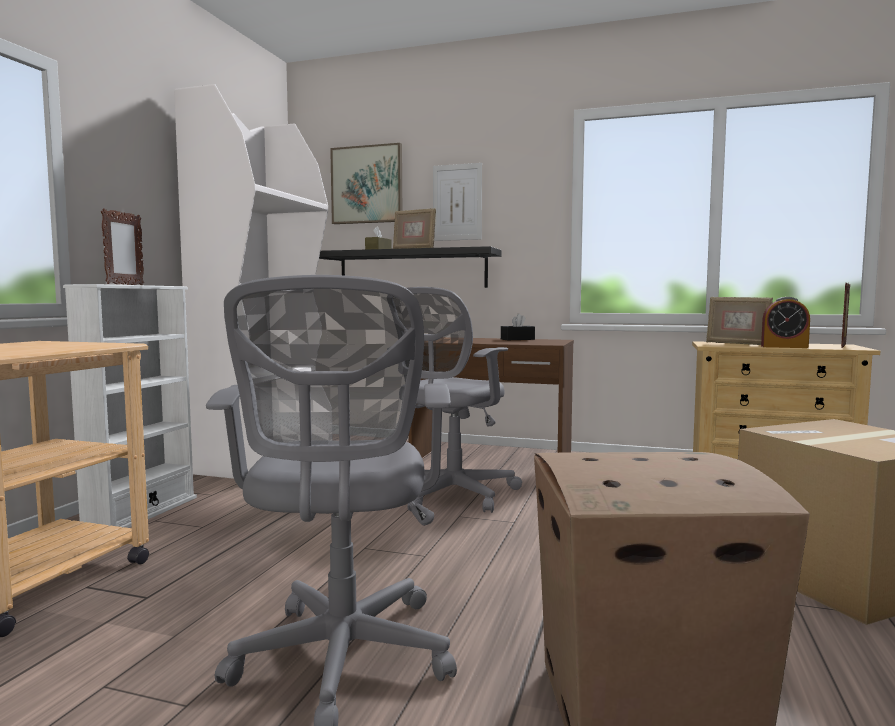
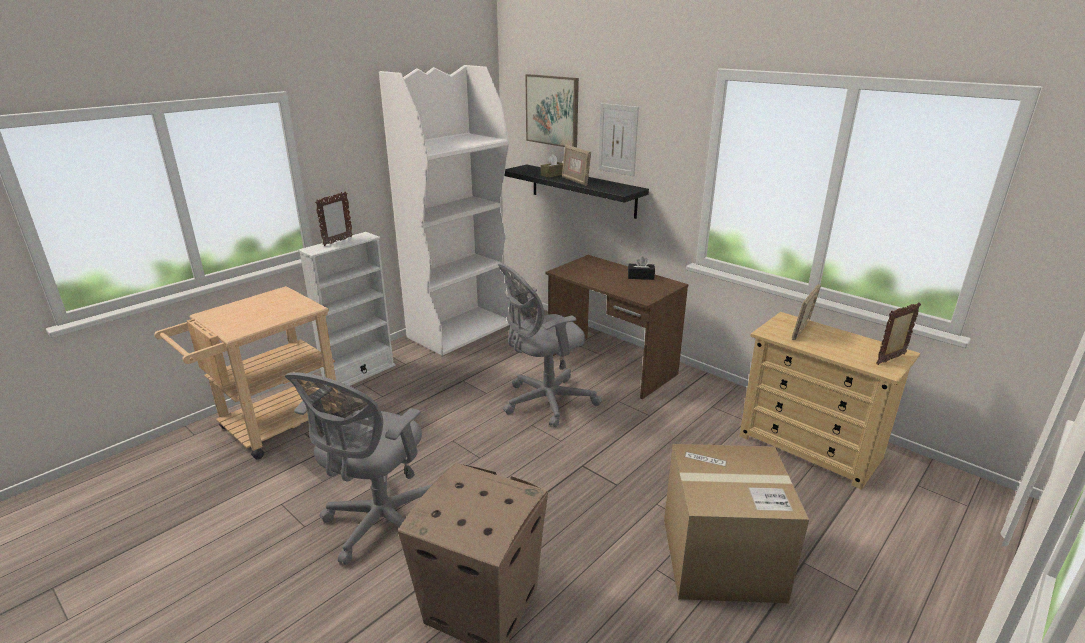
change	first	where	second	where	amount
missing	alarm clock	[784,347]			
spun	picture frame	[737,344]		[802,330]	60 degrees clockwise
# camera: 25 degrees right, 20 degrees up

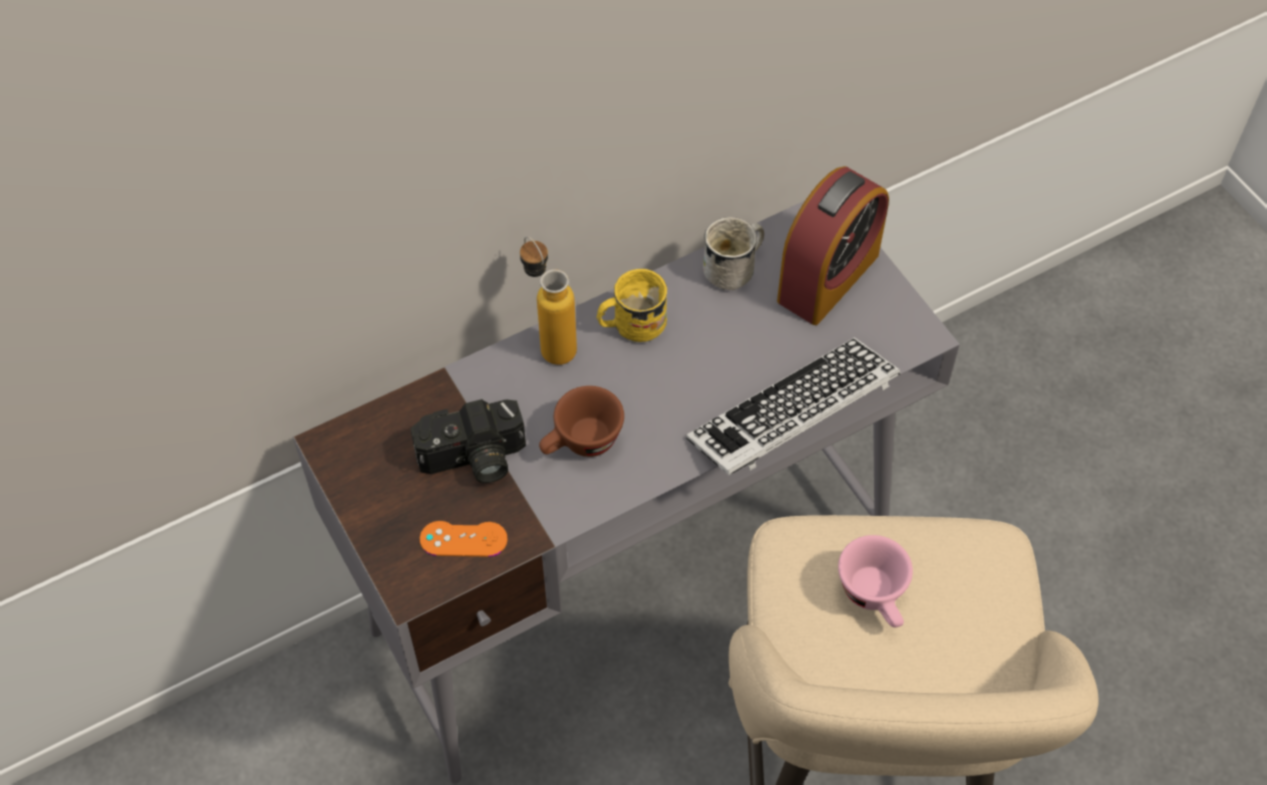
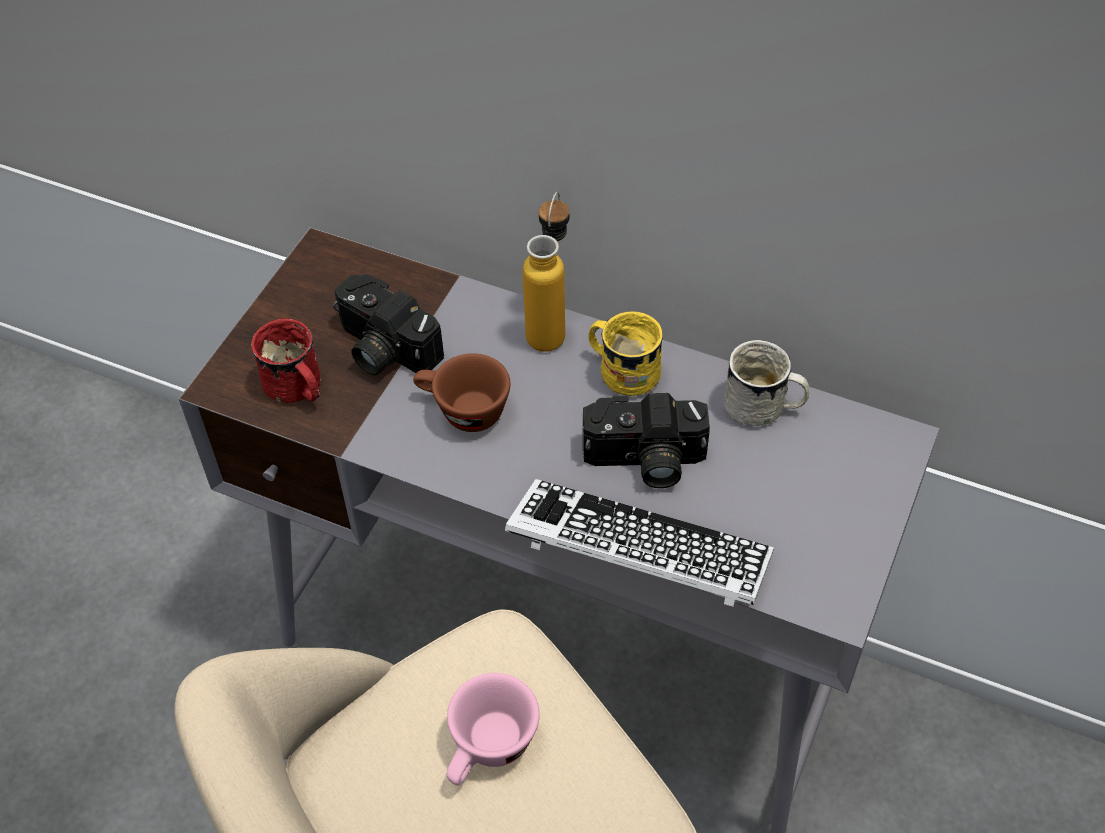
change	first	where	second	where	amount
missing	alarm clock	[828,277]			
appeared			photo camera	[644,461]	
exchanged	game controller in orange	[463,539]	mug in red	[297,390]	
# camera: 55 degrees right, 5 degrees down

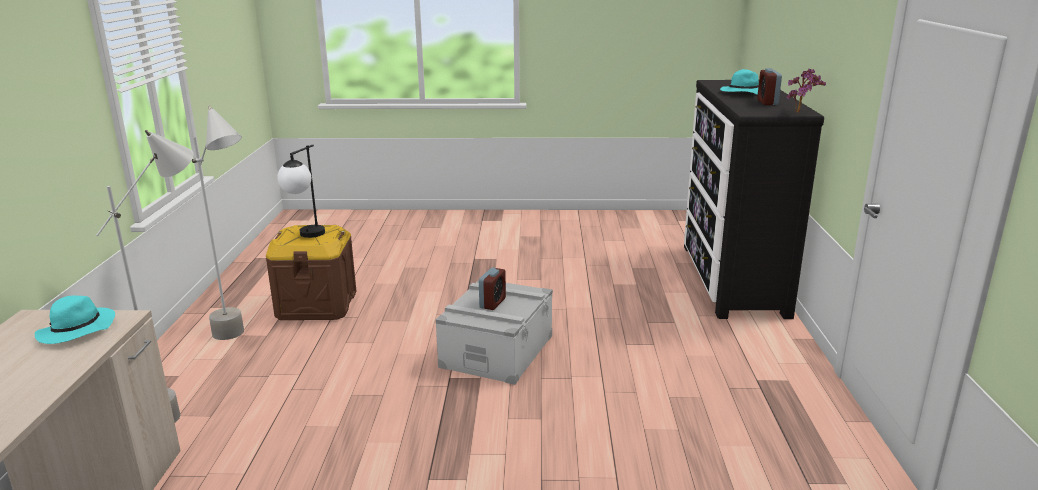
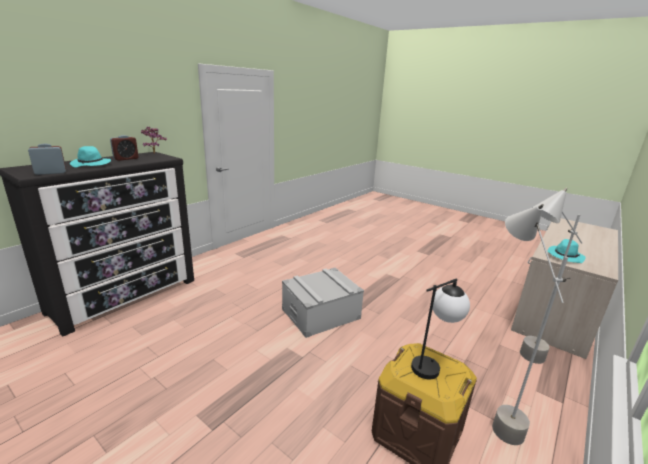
change	first	where	second	where	amount
relocated	alarm clock	[492,303]		[50,172]	
# camera: 145 degrees left, 0 degrees up

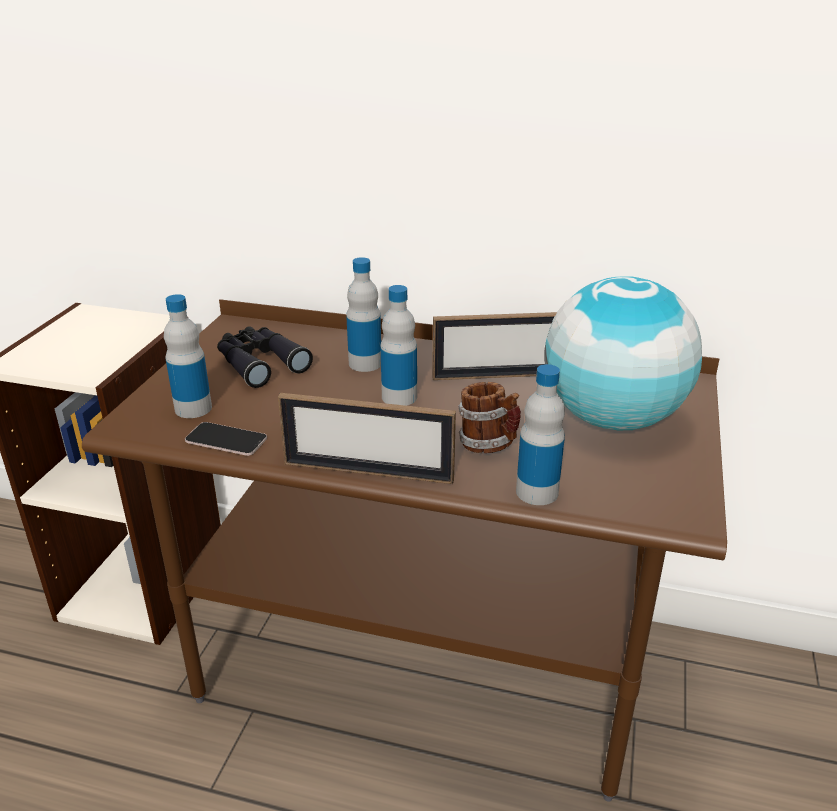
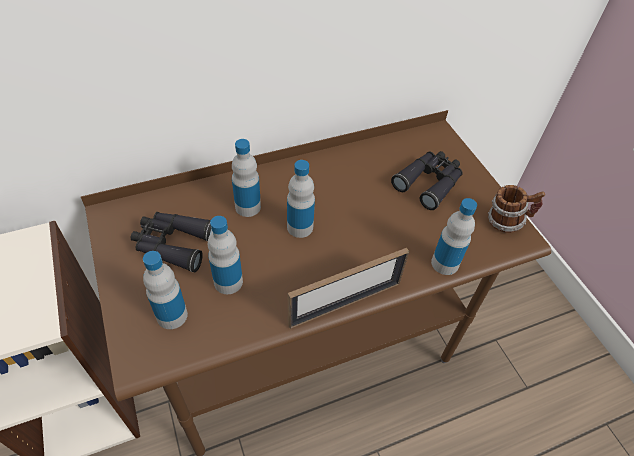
change	first	where	second	where	amount
missing	phone	[226,440]			
missing	picture frame	[504,376]			
appeared			bottle	[228,282]	
relocated	mug	[489,445]		[506,222]	
exchanged	globe	[613,418]	binoculars in black	[429,182]	
# camera: 40 degrees left, 20 degrees up

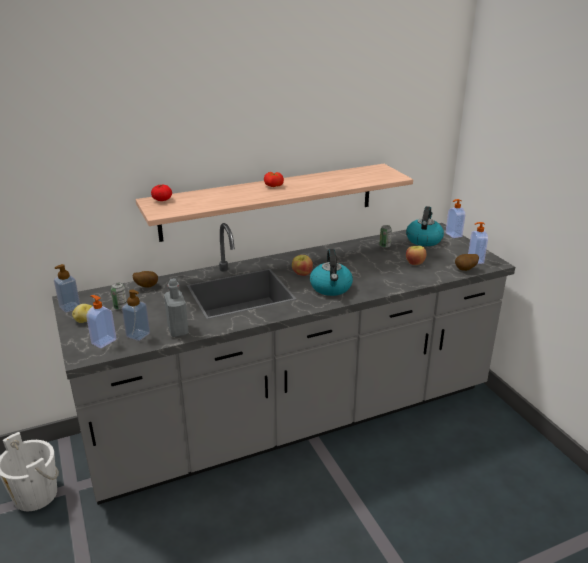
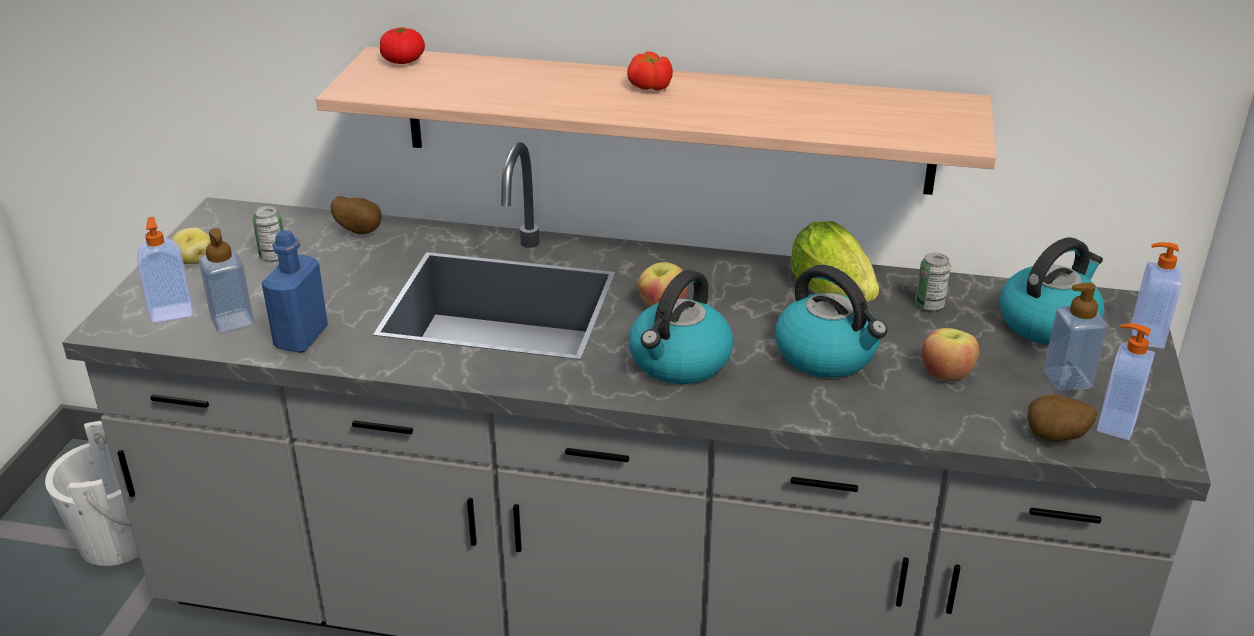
change	first	where	second	where	amount
appeared			kettle	[827,355]	
appeared			lettuce	[832,291]	
relocated	soap dispenser	[70,307]		[1067,379]	
colour	bottle in grey	[178,330]	bottle in blue	[301,338]	
# camera: 35 degrees right, 5 degrees up

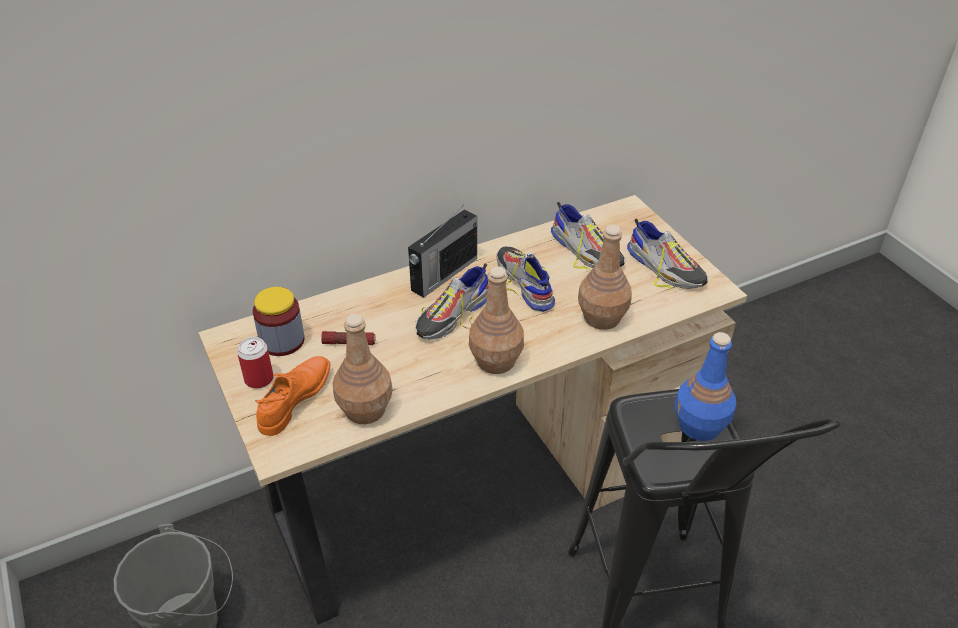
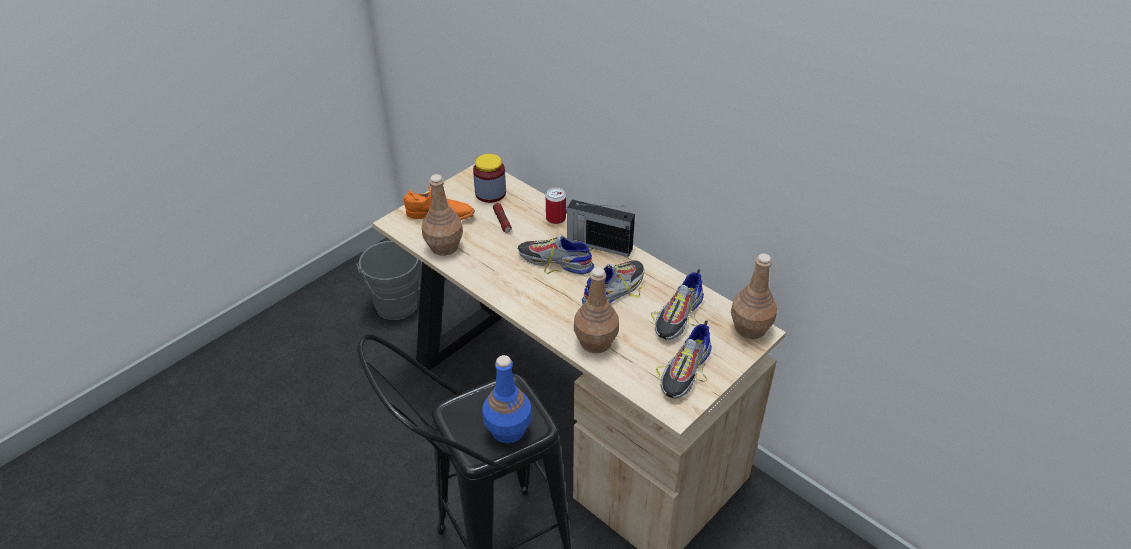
change	first	where	second	where	amount
relocated	can	[259,379]		[555,218]	
relocated	bottle in brown	[496,360]		[751,328]	
# camera: 70 degrees right, 0 degrees up

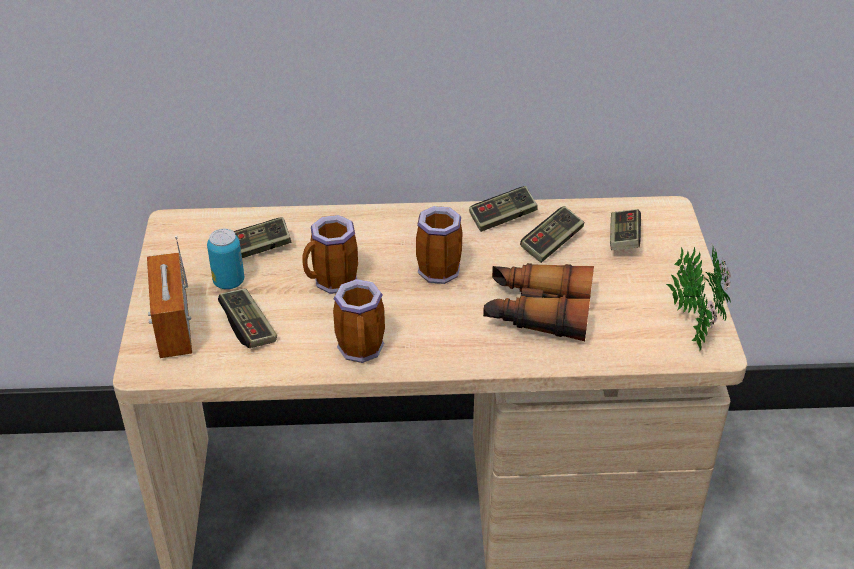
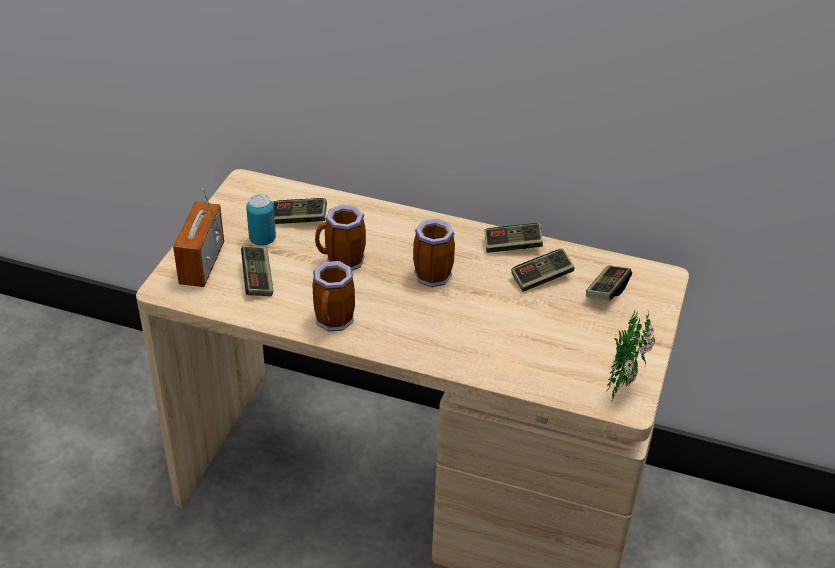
change	first	where	second	where	amount
missing	binoculars	[537,312]			
# camera: 20 degrees right, 0 degrees up

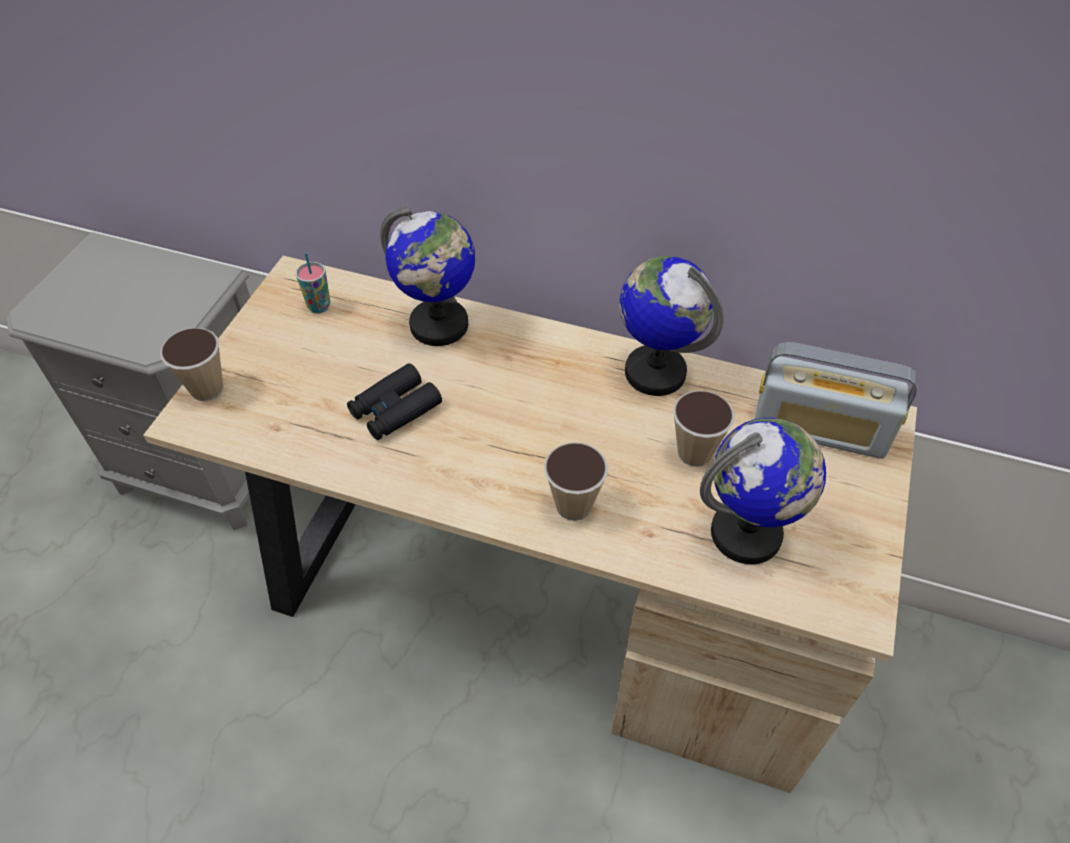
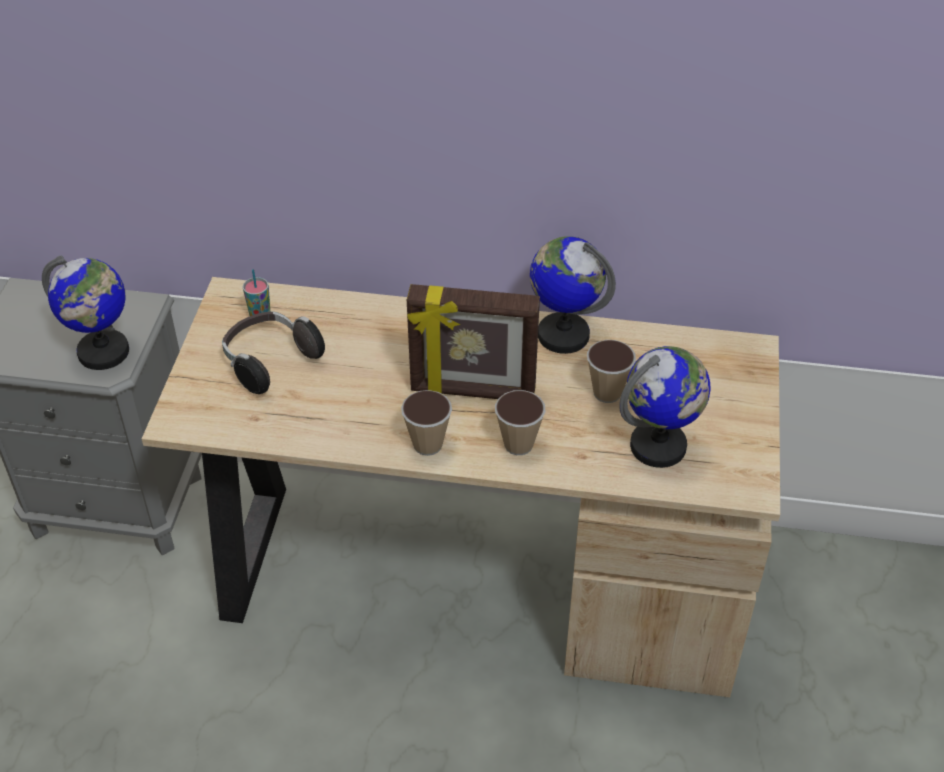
change	first	where	second	where	amount
missing	binoculars in black	[395,409]			
missing	radio	[819,430]			
appeared			headphones	[270,362]	
appeared			picture frame	[472,392]	
relocated	cup	[207,389]		[427,444]	
relocated	globe	[439,325]		[103,352]	
# camera: 10 degrees left, 5 degrees down

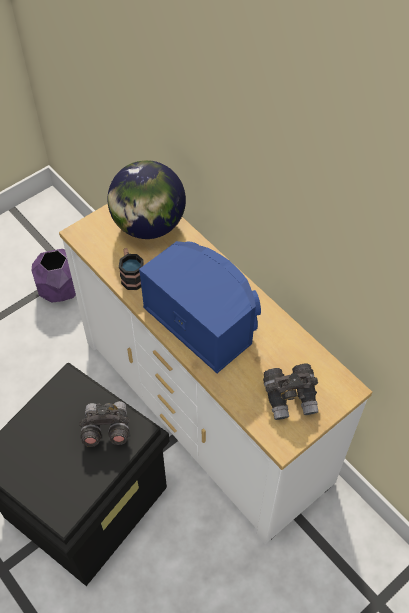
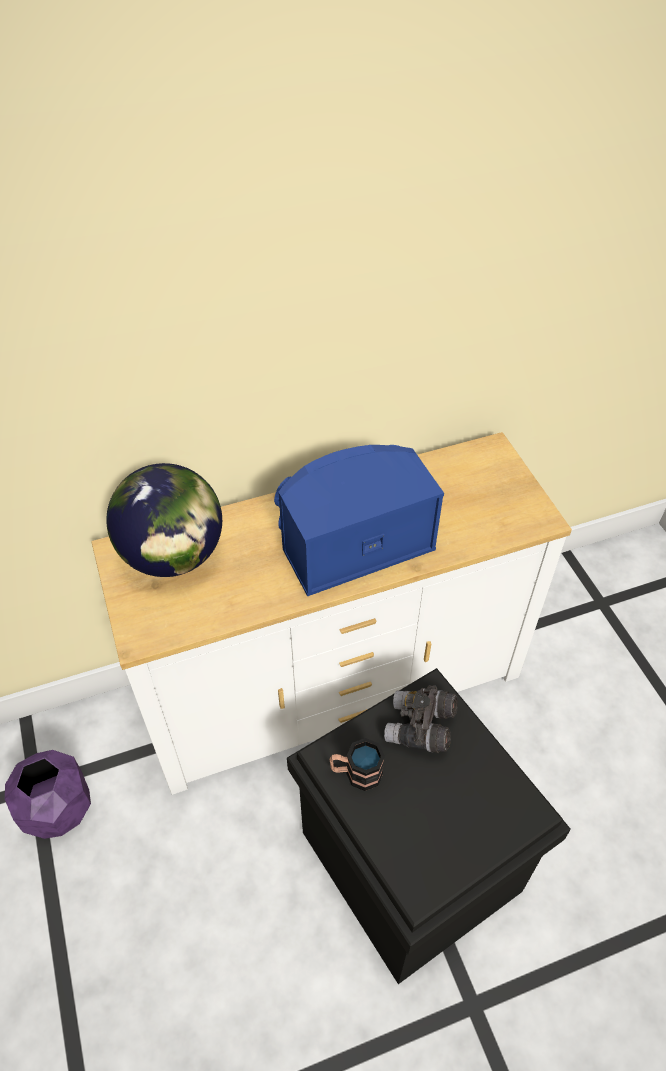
change	first	where	second	where	amount
missing	binoculars in grey	[290,397]			
relocated	mug	[131,276]		[356,773]	
# camera: 70 degrees left, 5 degrees down

